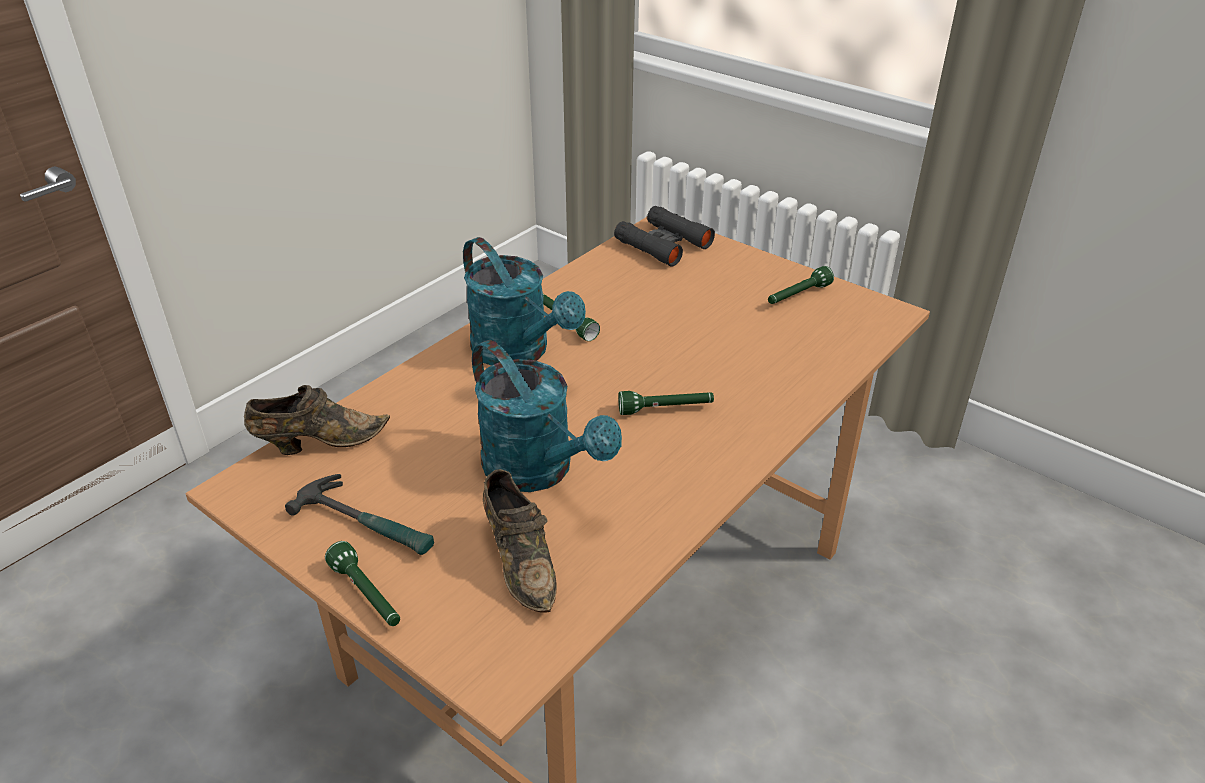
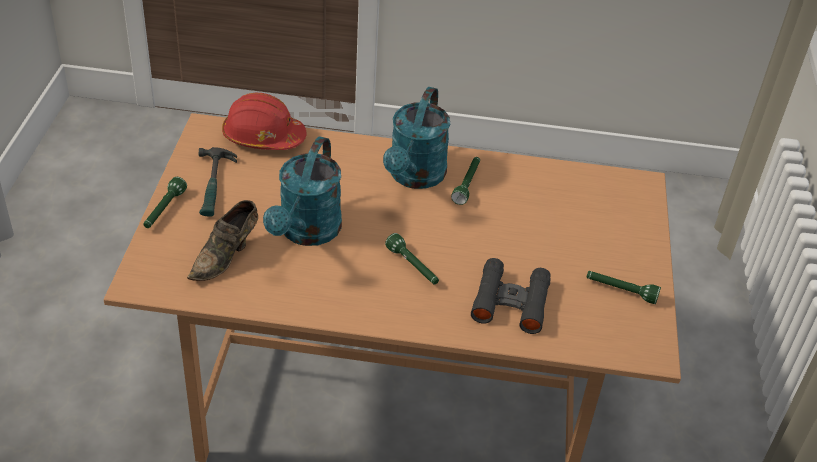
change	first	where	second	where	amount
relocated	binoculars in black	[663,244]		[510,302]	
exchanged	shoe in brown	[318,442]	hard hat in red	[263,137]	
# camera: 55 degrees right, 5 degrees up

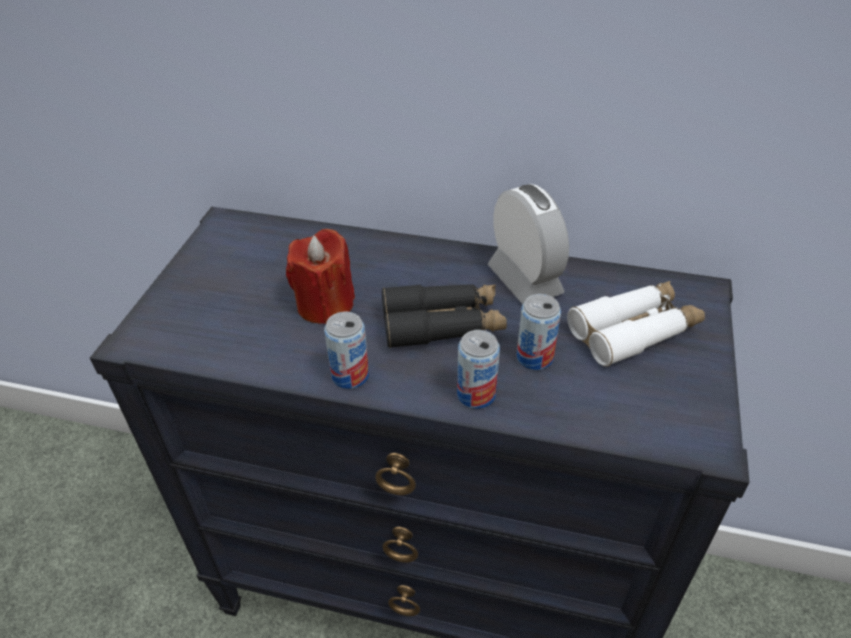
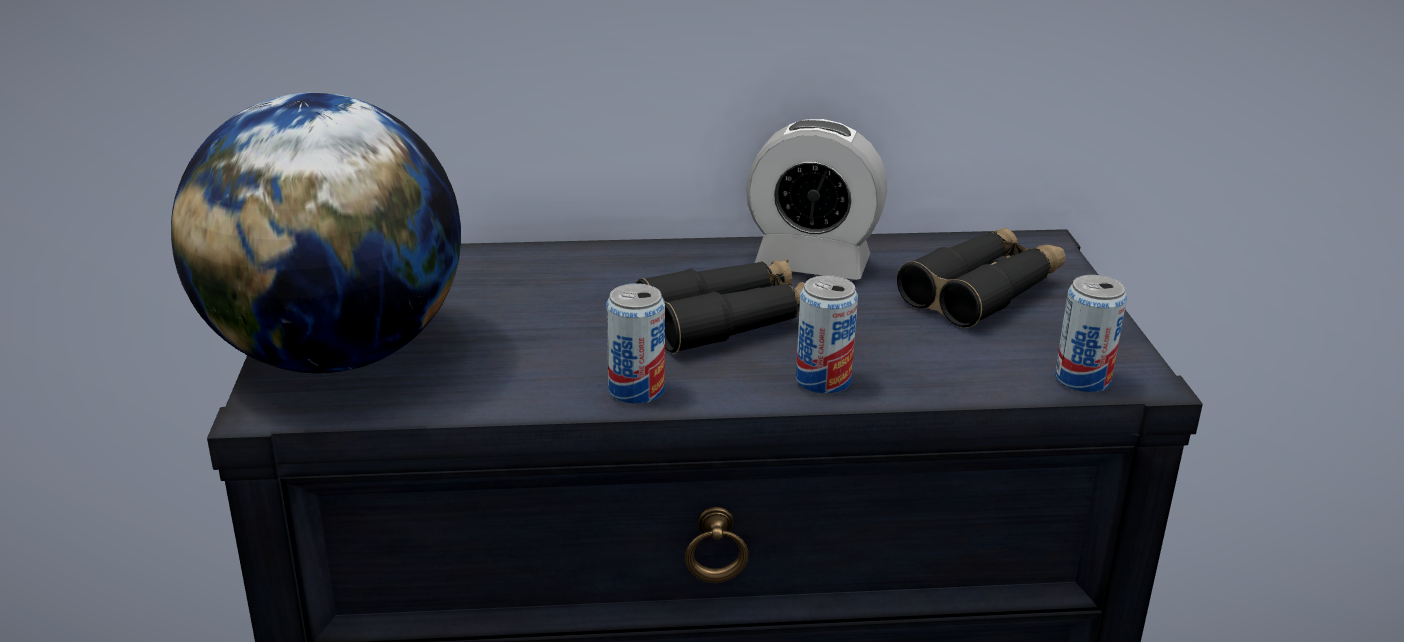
change	first	where	second	where	amount
missing	candle in red	[325,305]			
appeared			globe	[336,354]	
relocated	can	[534,357]		[1082,379]	
colour	binoculars in white	[634,331]	binoculars in black	[983,291]	
spun	alarm clock	[524,280]		[812,263]	150 degrees clockwise
# camera: 20 degrees left, 15 degrees down

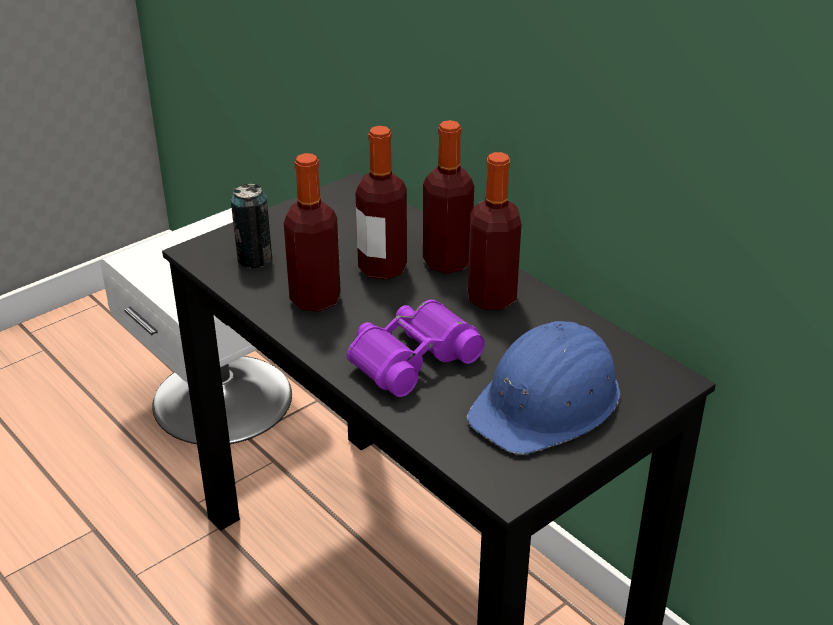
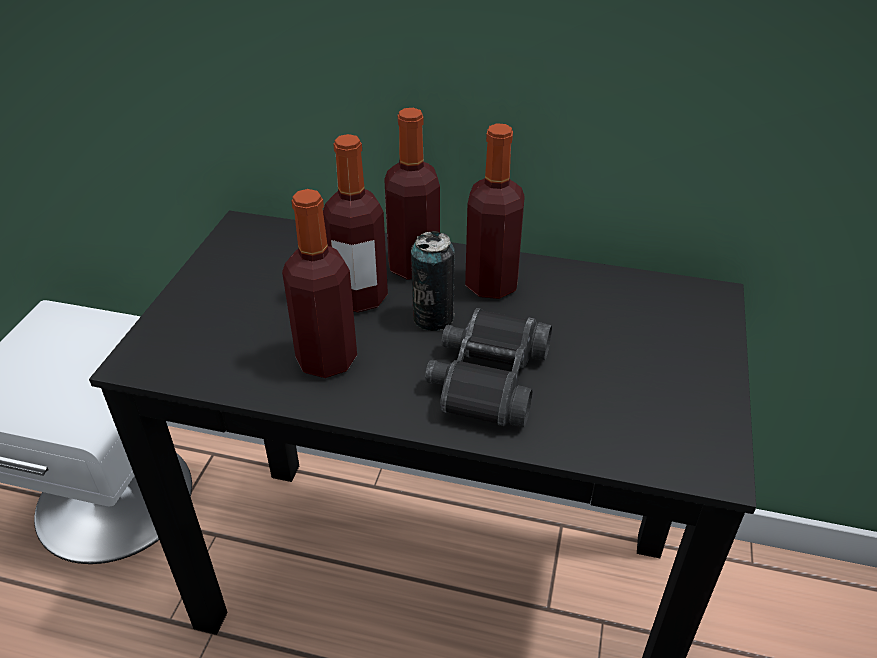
change	first	where	second	where	amount
missing	hard hat in blue	[548,402]			
relocated	can	[254,259]		[433,318]	
colour	binoculars in purple	[411,358]	binoculars in black	[487,378]	
# camera: 35 degrees left, 5 degrees up

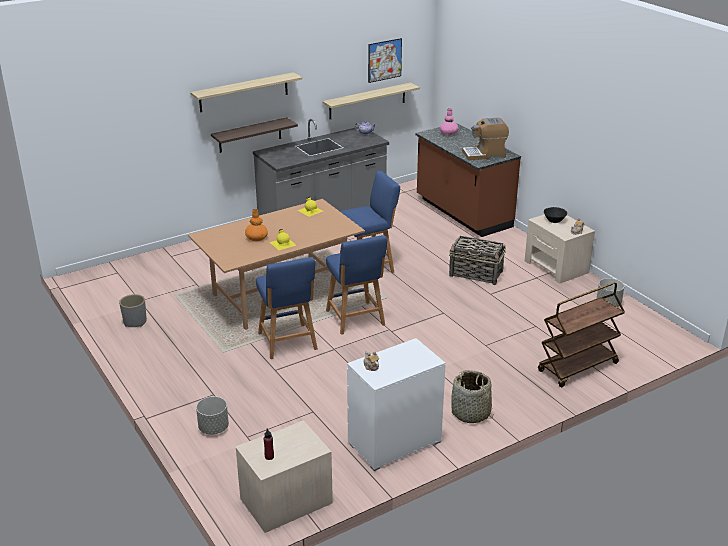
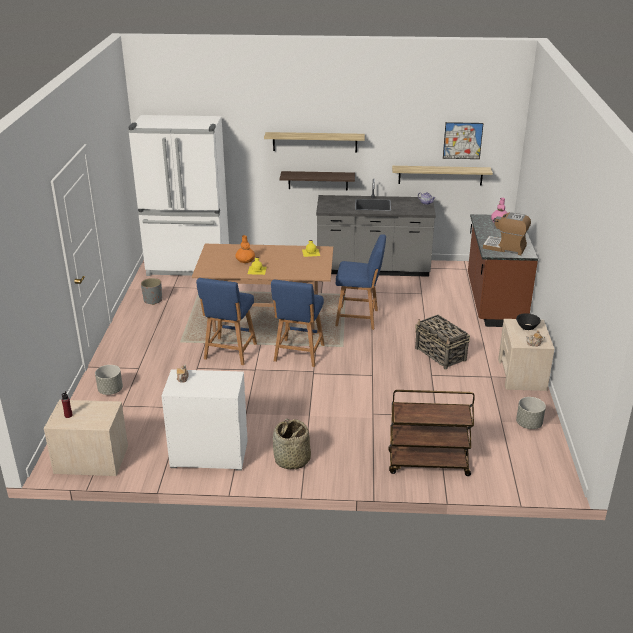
change	first	where	second	where	amount
appeared			fridge in white	[188,266]	
# camera: 35 degrees right, 0 degrees up

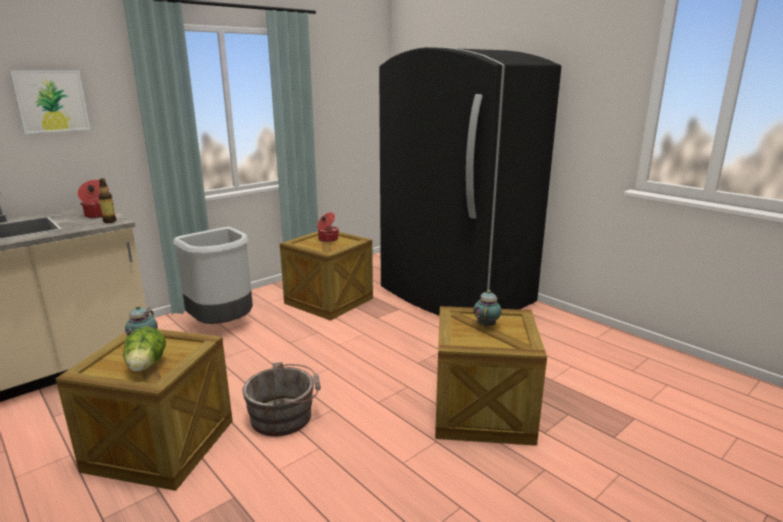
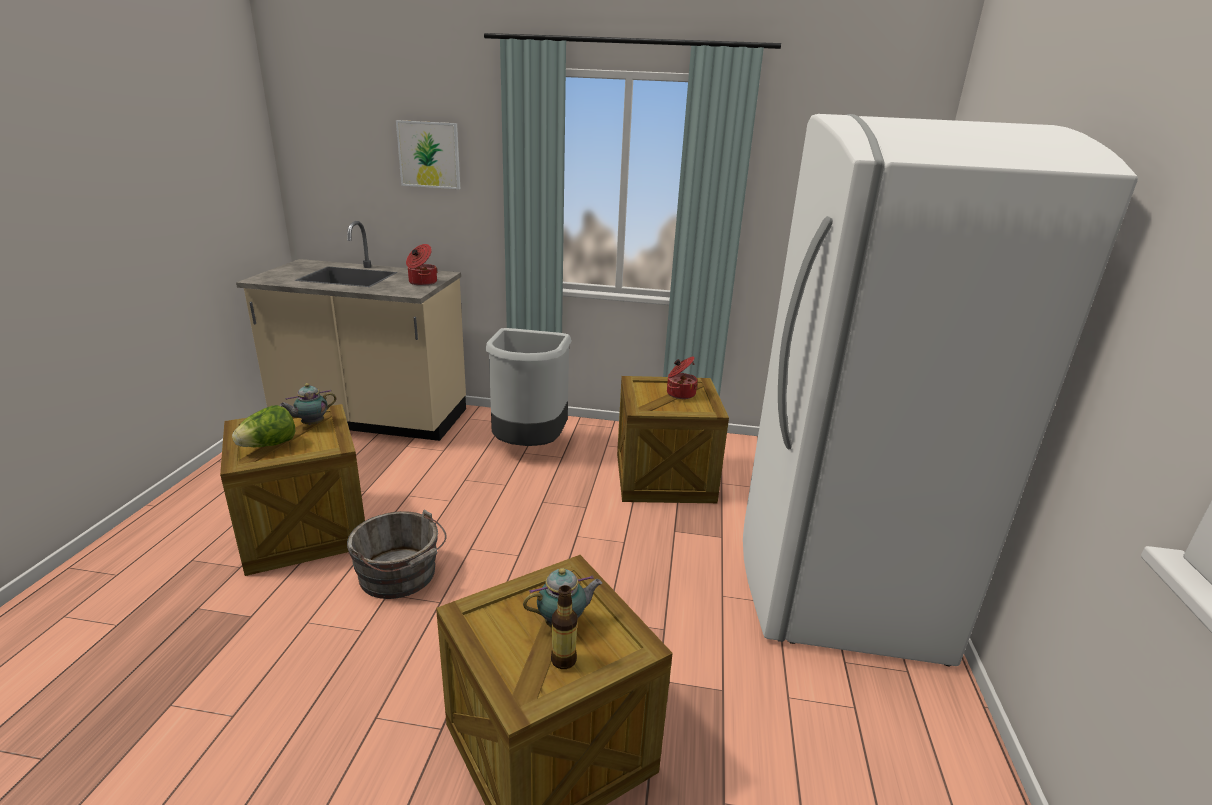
change	first	where	second	where	amount
relocated	bottle	[109,221]		[563,660]	
colour	fridge in black	[455,296]	fridge in white	[832,568]	
# camera: 50 degrees right, 5 degrees up

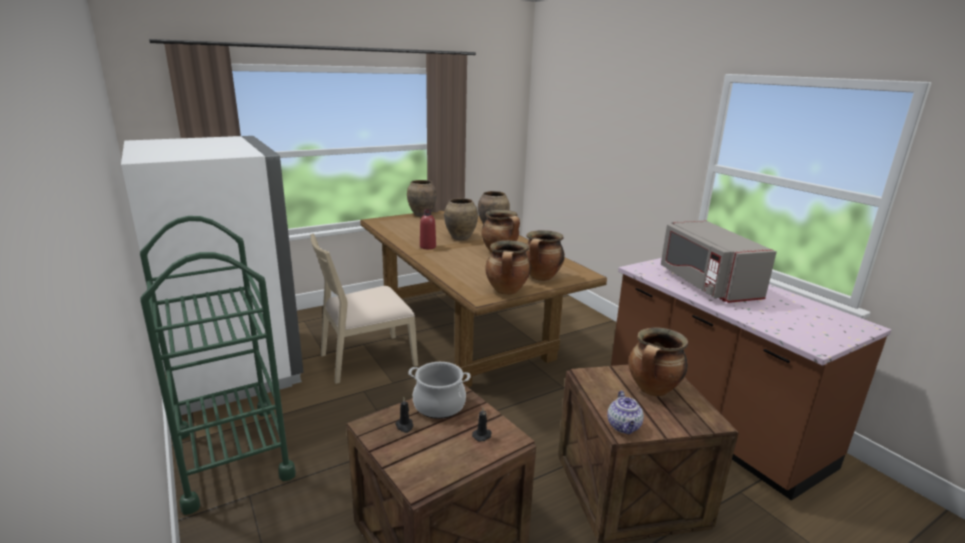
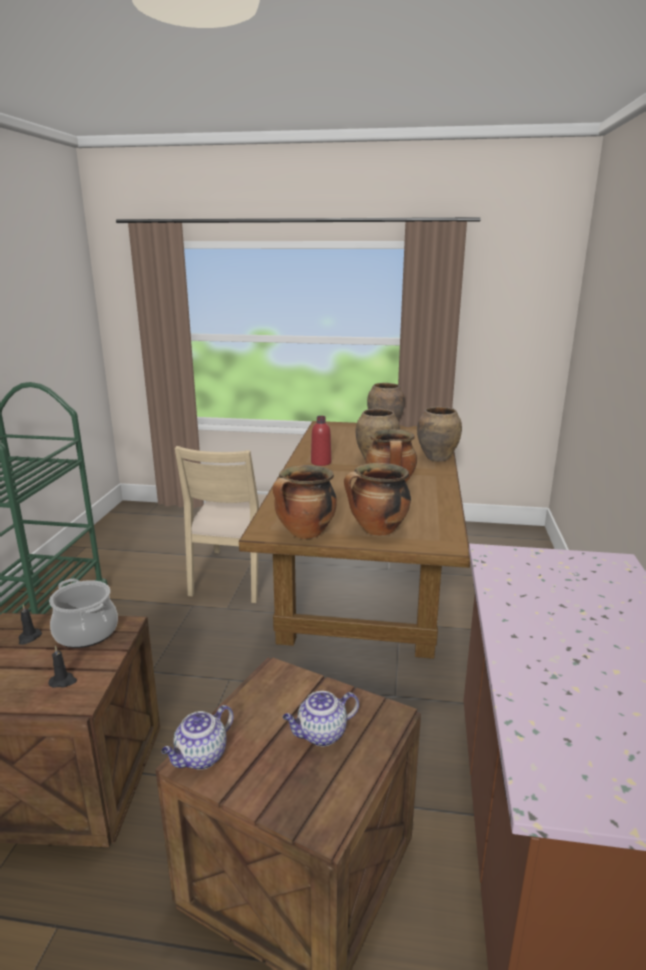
change	first	where	second	where	amount
missing	fridge in white	[234,367]			
missing	microwave in grey	[706,284]			
exchanged	cooking pot	[653,390]	teapot	[321,734]	
spun	chair in beige	[367,359]		[236,575]	90 degrees counterclockwise
# camera: 40 degrees right, 0 degrees up

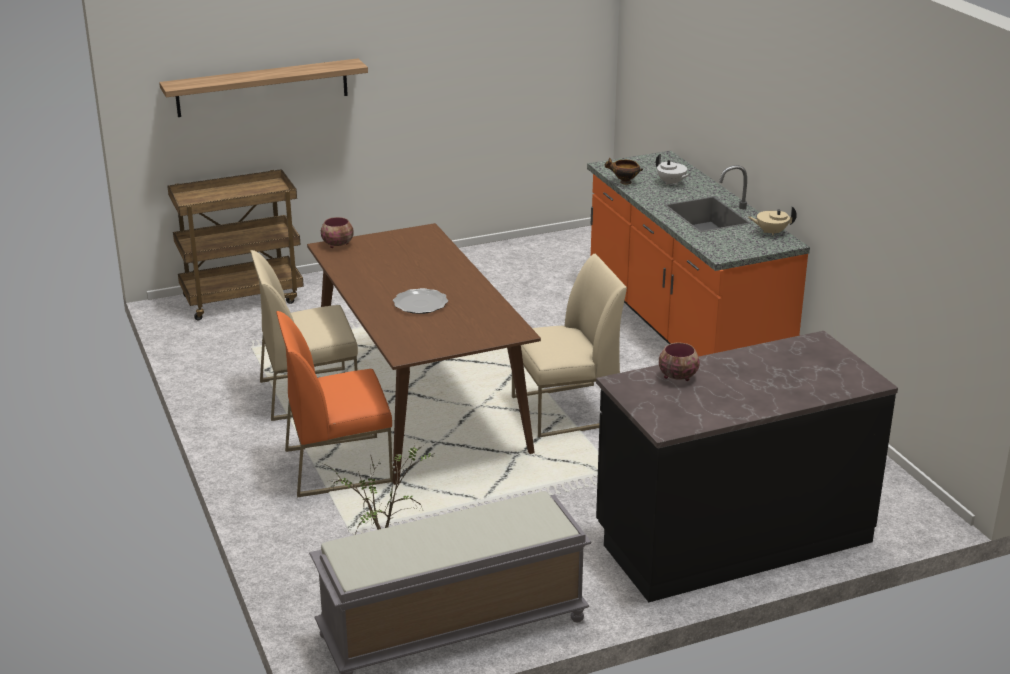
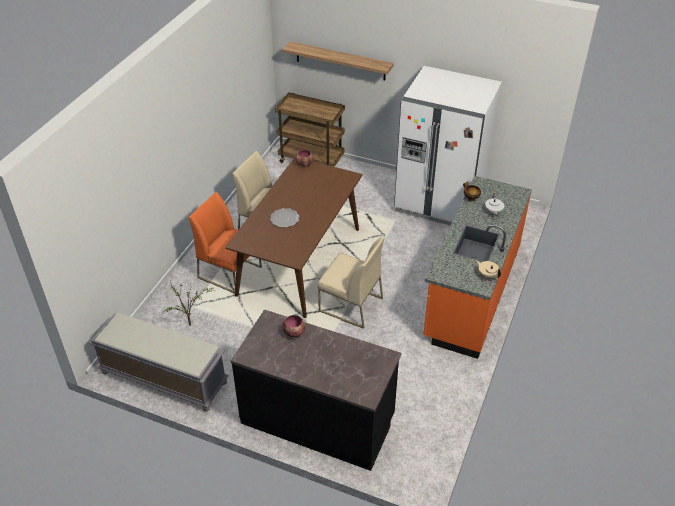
change	first	where	second	where	amount
appeared			fridge in white	[439,202]	
# camera: 45 degrees right, 15 degrees up

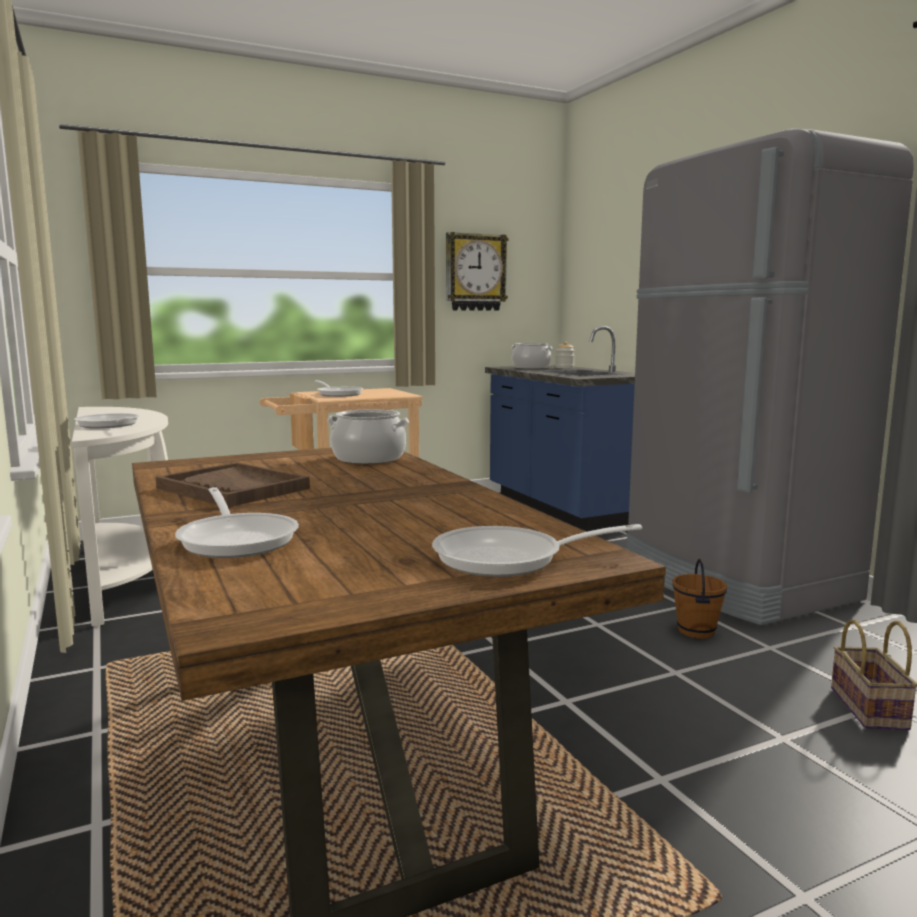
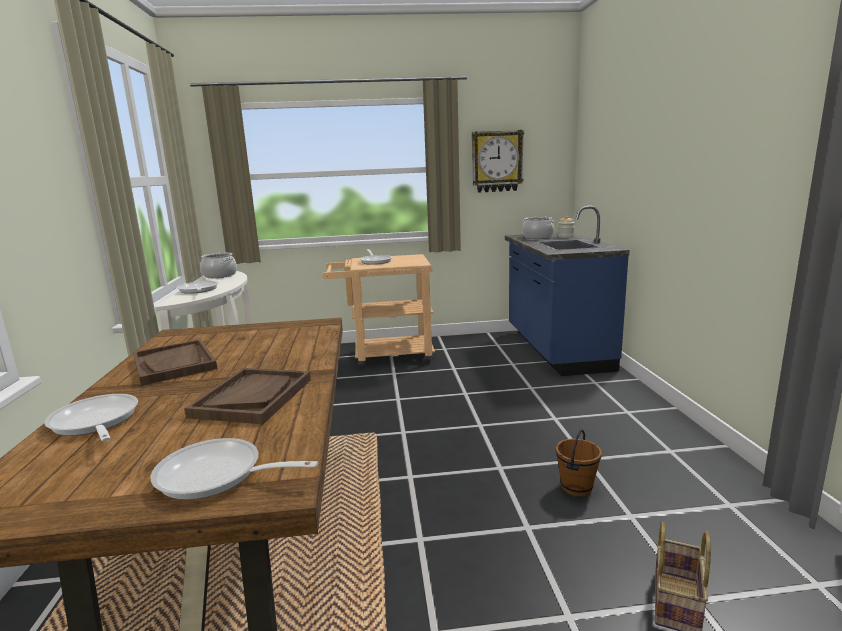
change	first	where	second	where	amount
missing	fridge in grey	[735,582]			
appeared			tray in brown	[252,397]	
relocated	cooking pot	[368,458]		[219,275]	
spun	frying pan	[237,539]		[95,423]	150 degrees clockwise
# camera: 20 degrees right, 5 degrees up

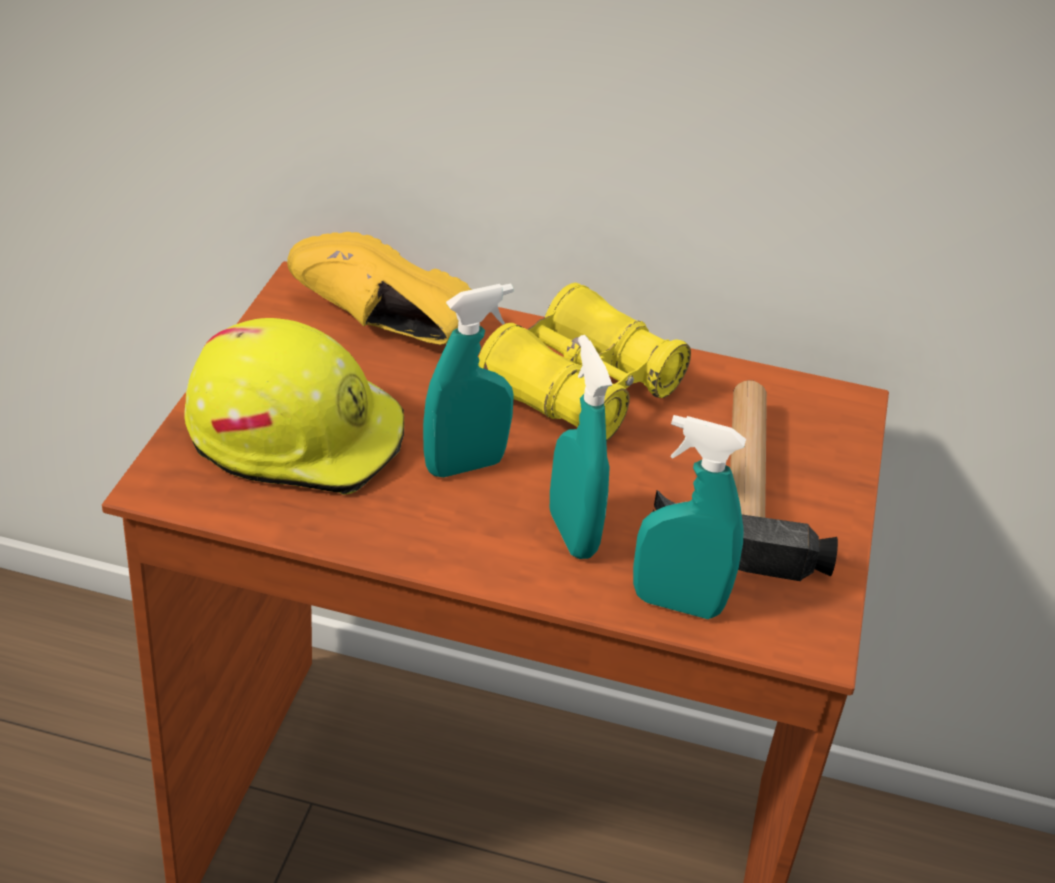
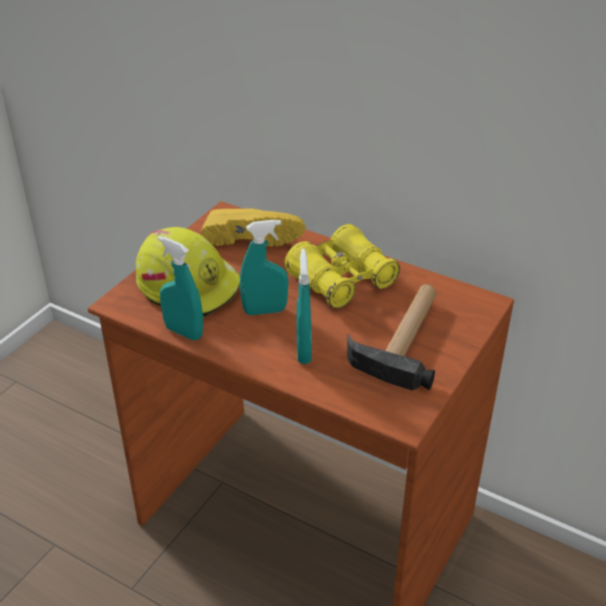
change	first	where	second	where	amount
relocated	spray bottle in turquoise	[677,604]		[183,332]	
spun	shoe in yellow	[377,326]		[252,237]	150 degrees clockwise
# camera: 20 degrees right, 0 degrees up

